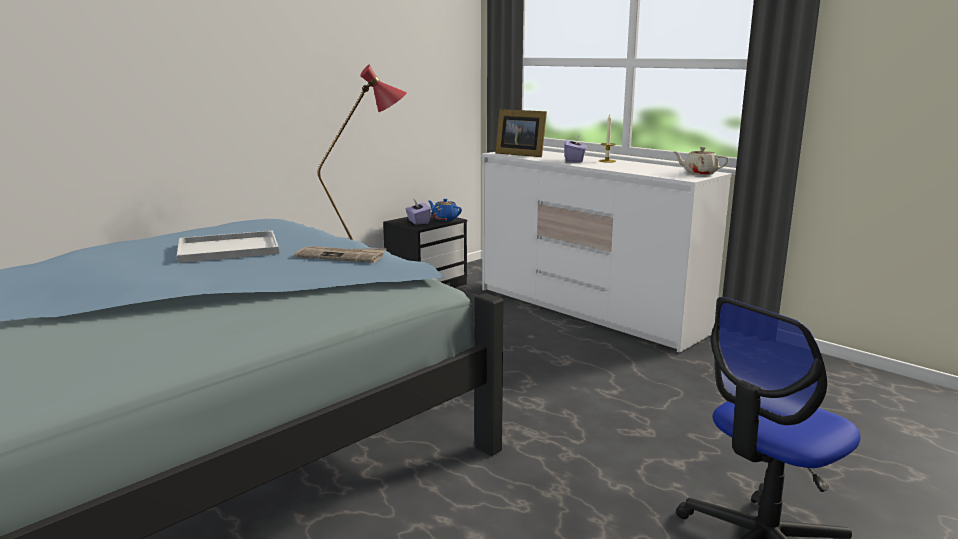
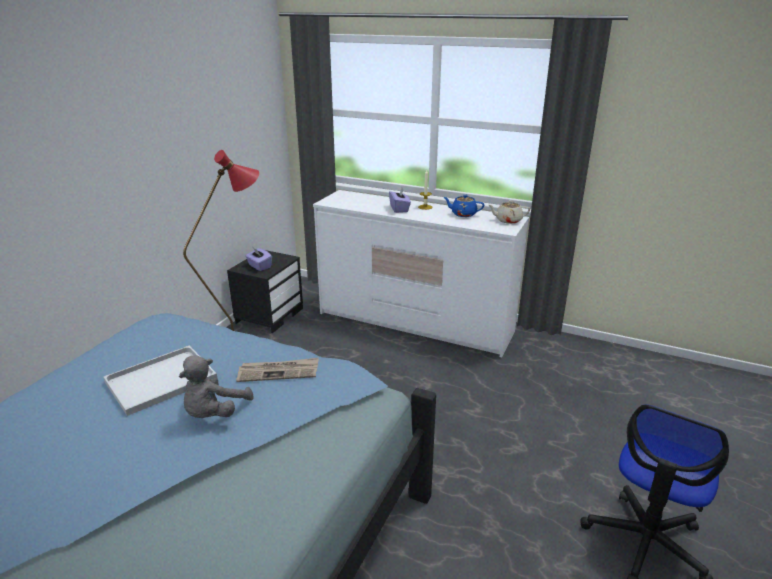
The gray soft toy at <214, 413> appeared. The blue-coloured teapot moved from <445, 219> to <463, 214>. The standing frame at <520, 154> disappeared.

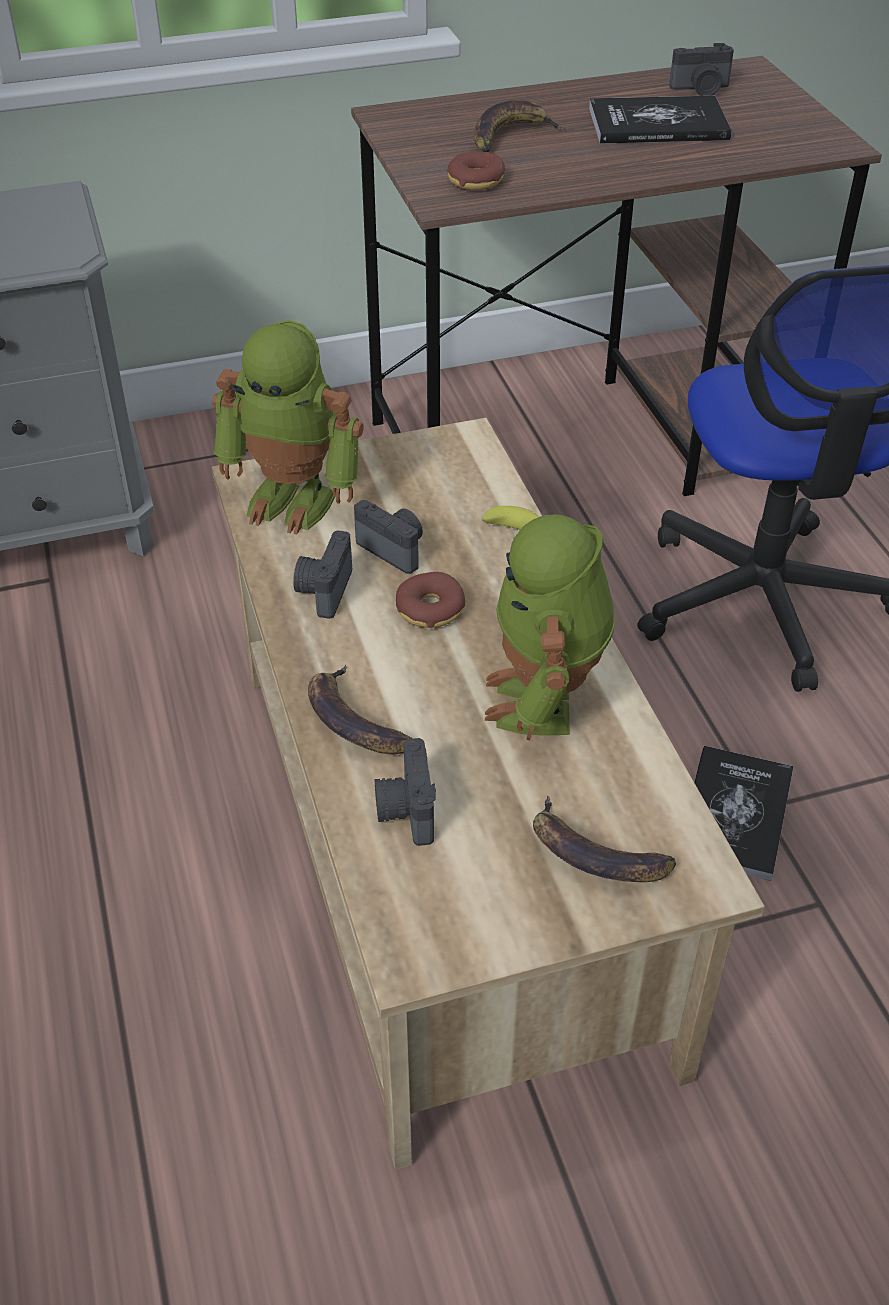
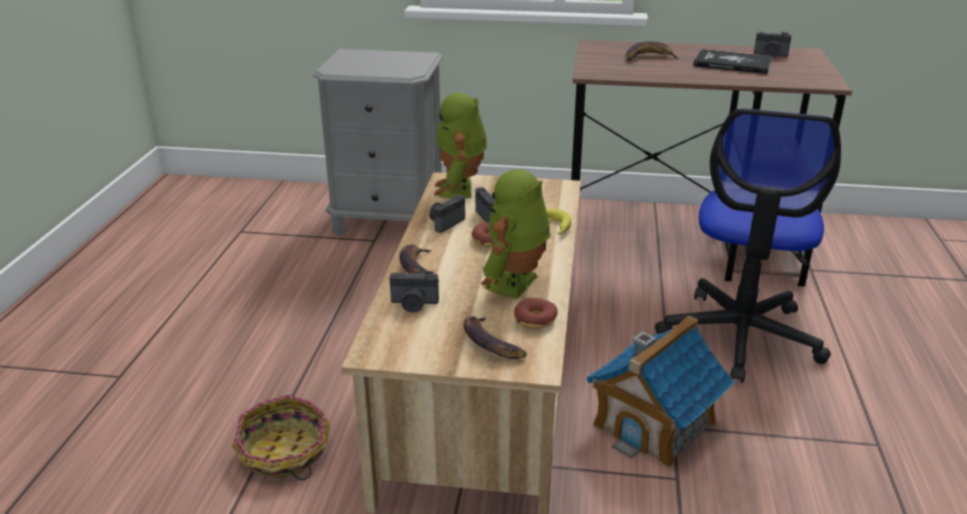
The storage basket at <284, 453> appeared. The photo camera at <405, 810> turned 105 degrees counterclockwise. The robot figure at <295, 498> turned 45 degrees clockwise. The ring doughnut moved from <476, 181> to <535, 319>. The book at <735, 814> was replaced by the toy house at <655, 424>.

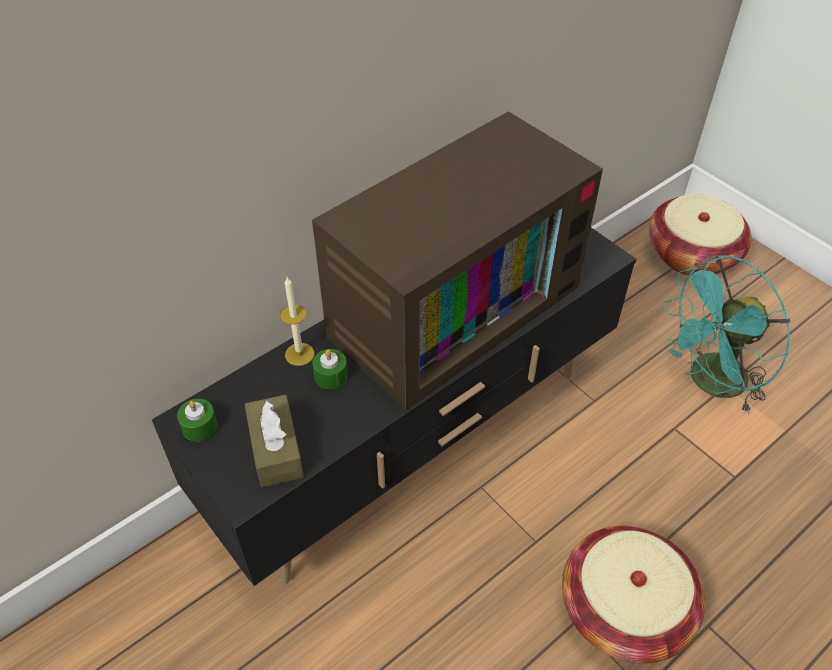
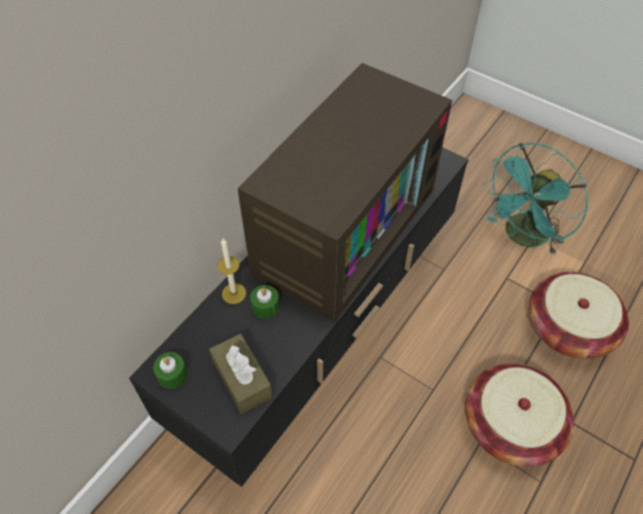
The storage basket moved from <692, 255> to <568, 328>.

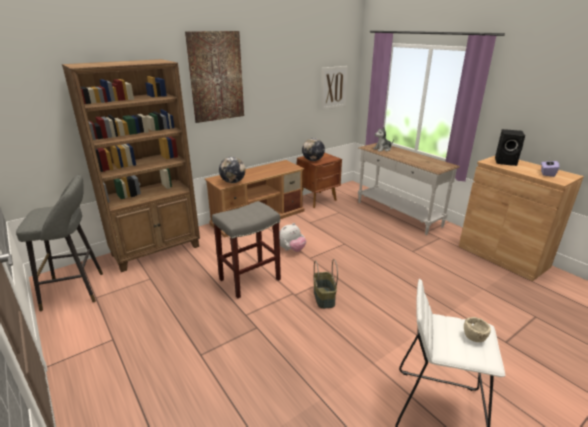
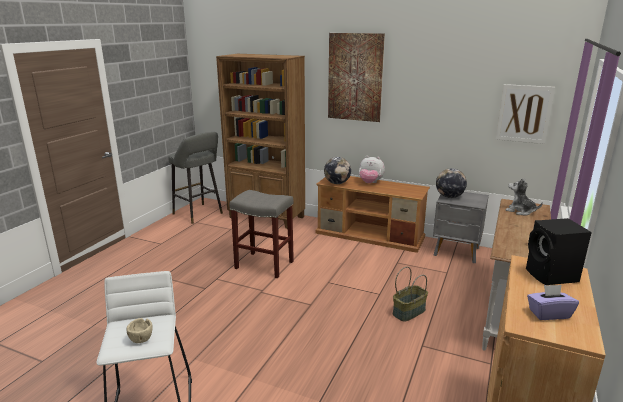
The soft toy moved from <291, 250> to <370, 183>. The storage basket moved from <323, 297> to <408, 311>. The brown bedside table at <318, 199> became the gray bedside table at <457, 252>.

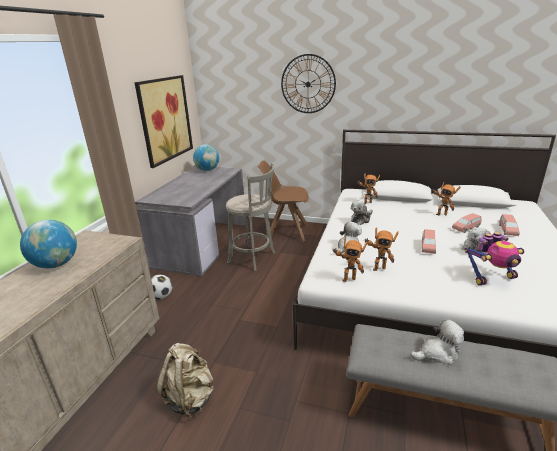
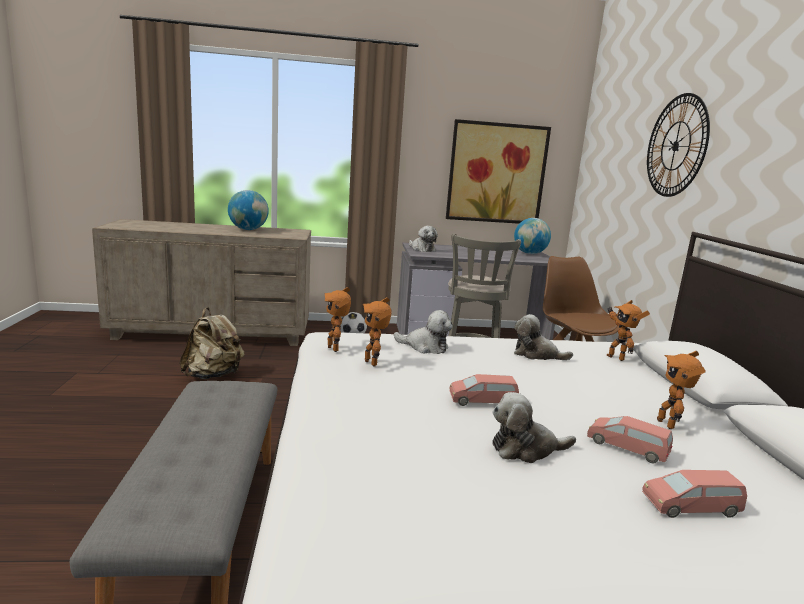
The soft toy moved from <438, 353> to <421, 249>. The robot figure at <491, 277> disappeared.

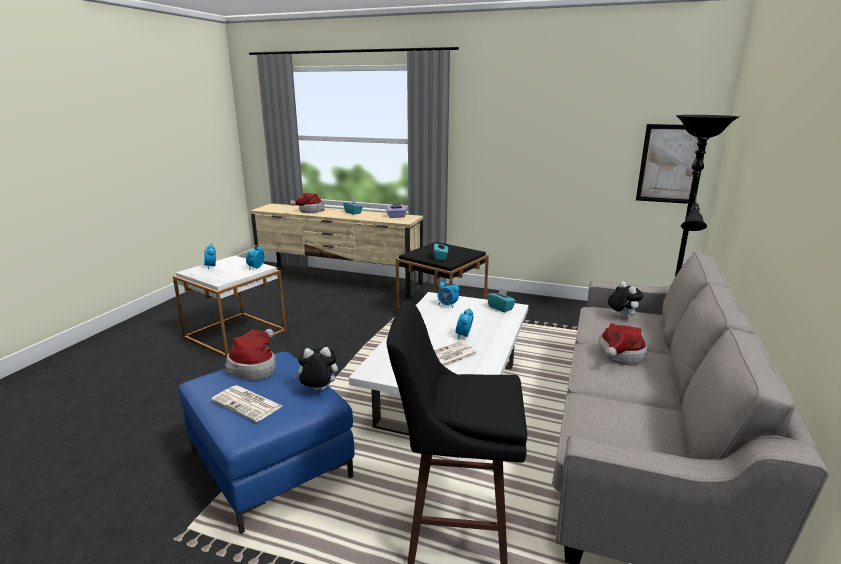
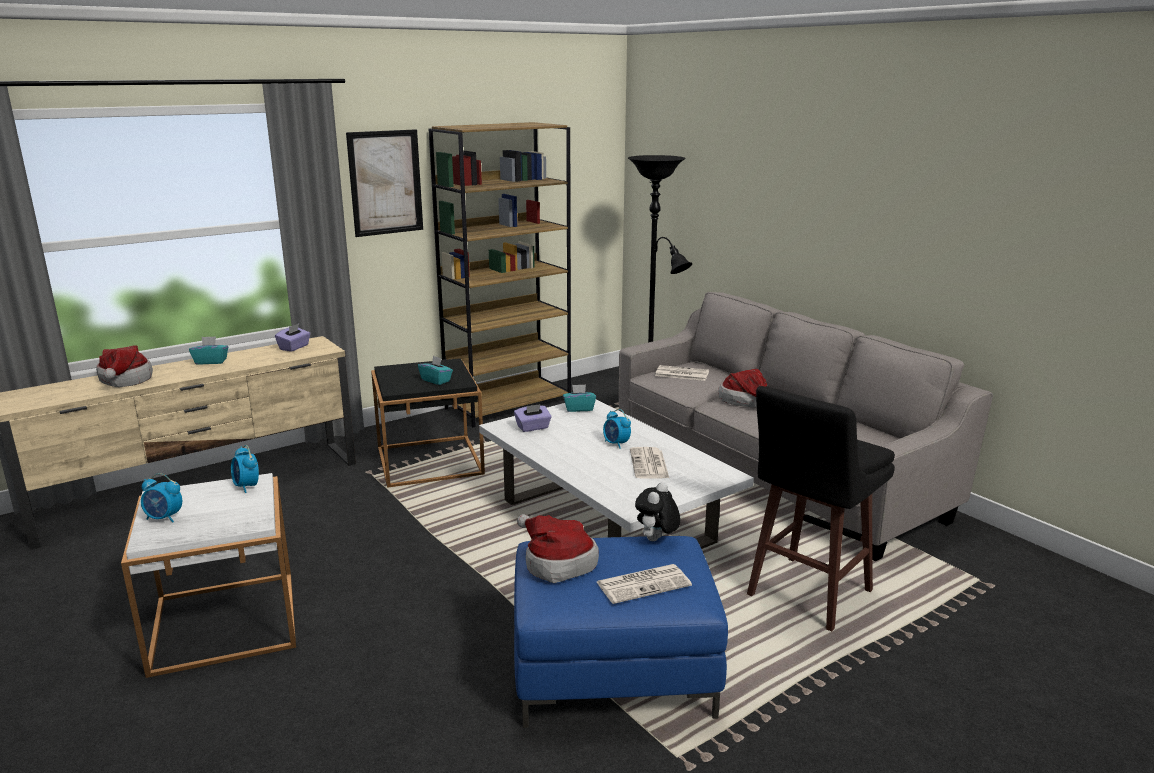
The wall picture moved from <671, 164> to <385, 182>. The brown shelving unit at <508, 405> appeared. The alarm clock at <447, 305> was replaced by the purple tissue holder at <533, 427>. The soft toy at <622, 317> was replaced by the newspaper at <681, 374>.

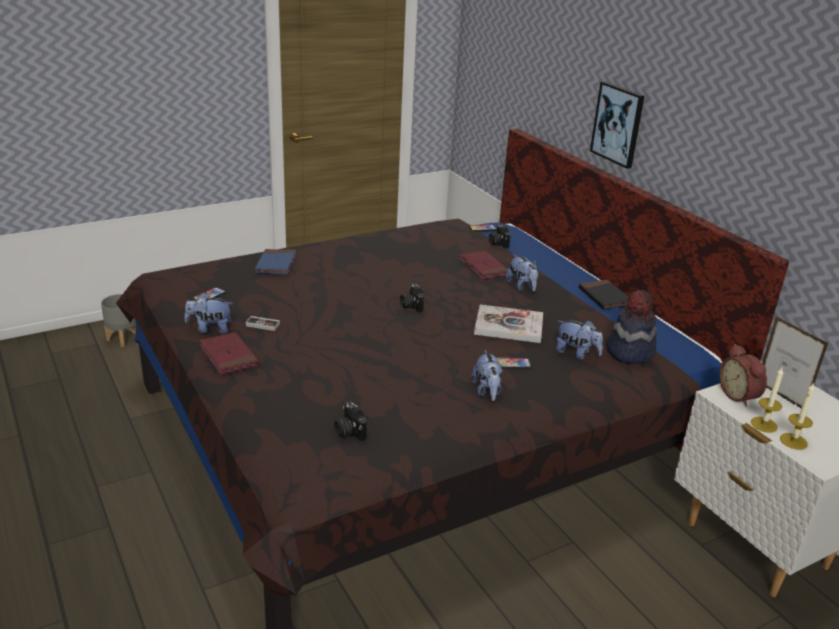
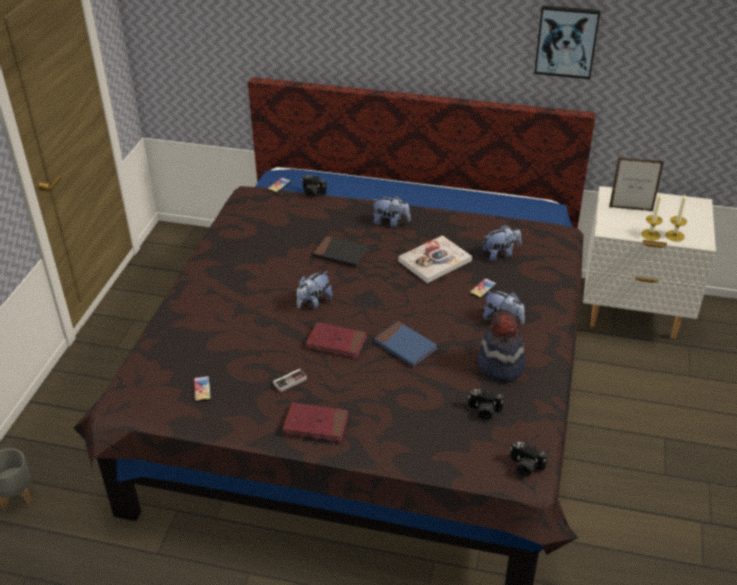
The soft toy moved from <210, 329> to <313, 302>. The reddish book moved from <483, 267> to <336, 342>. The blackish book moved from <604, 297> to <340, 254>. The blue-coloured book moved from <276, 264> to <405, 346>. The hat moved from <629, 351> to <500, 365>. The photo camera moved from <411, 305> to <525, 467>. The wall picture moved from <618, 124> to <566, 41>. The alarm clock at <739, 395> disappeared.

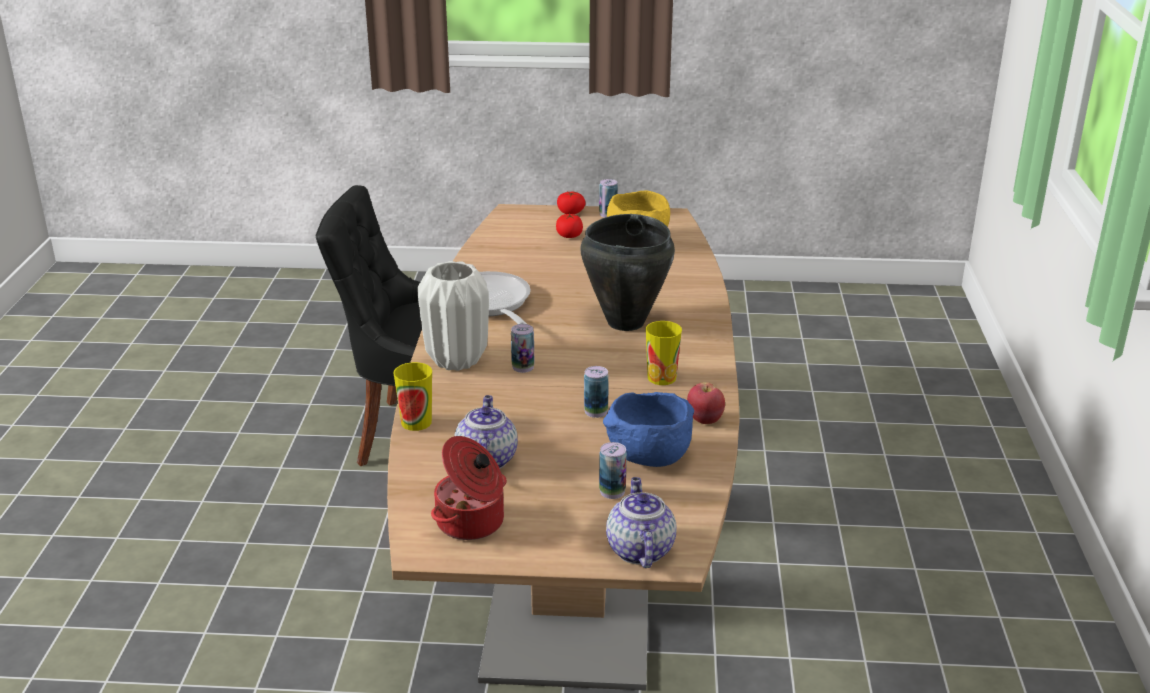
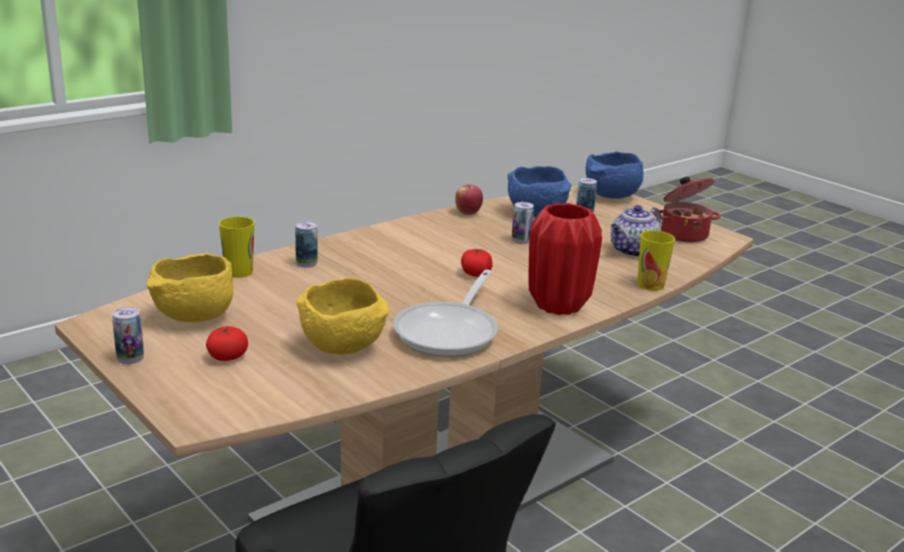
The drinking cup moved from <661, 378> to <238, 272>. The can moved from <523, 367> to <306, 263>. The yellow-coloured deep dish at <344, 347> appeared. The tomato moved from <570, 212> to <476, 273>. The white-coloured vase at <456, 360> became the reddish vase at <557, 306>. The teapot at <639, 549> was replaced by the blue-coloured deep dish at <611, 197>. The blackish cooking pot at <625, 322> disappeared.

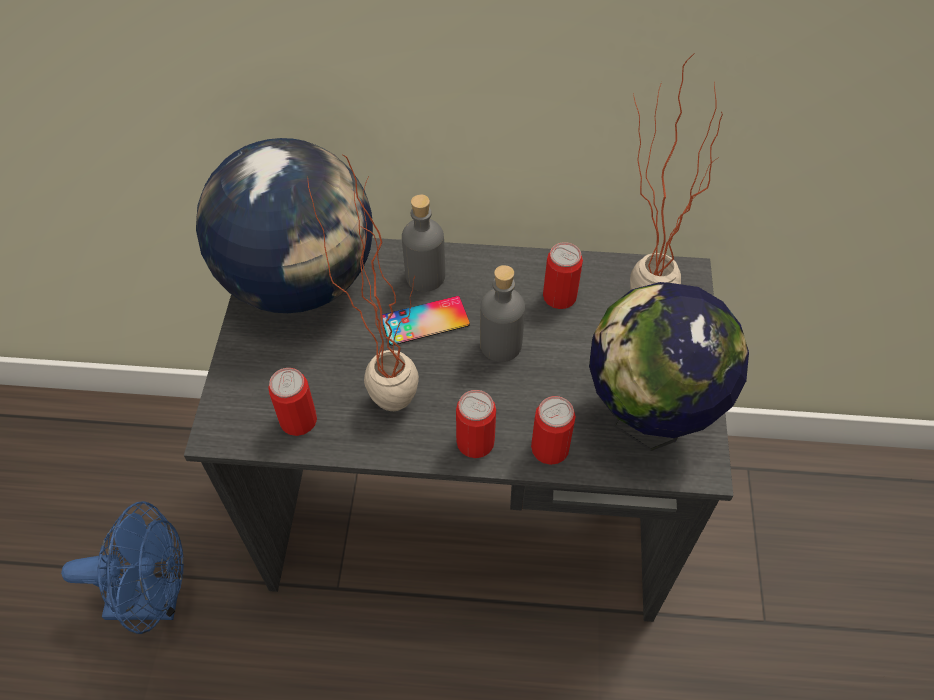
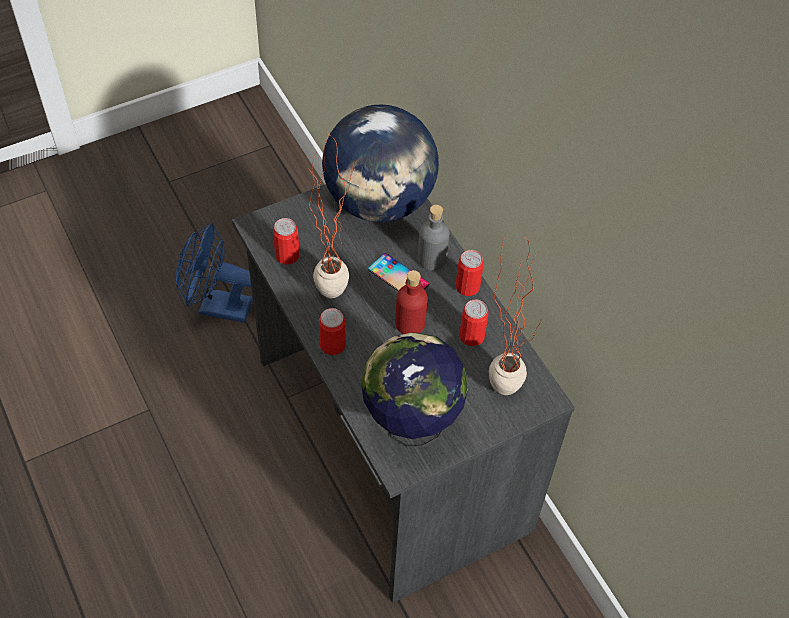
The blue-coloured cooling fan at <156, 599> turned 135 degrees clockwise. The gray beverage bottle at <500, 345> became the reddish beverage bottle at <410, 323>. The can moved from <550, 448> to <467, 287>.

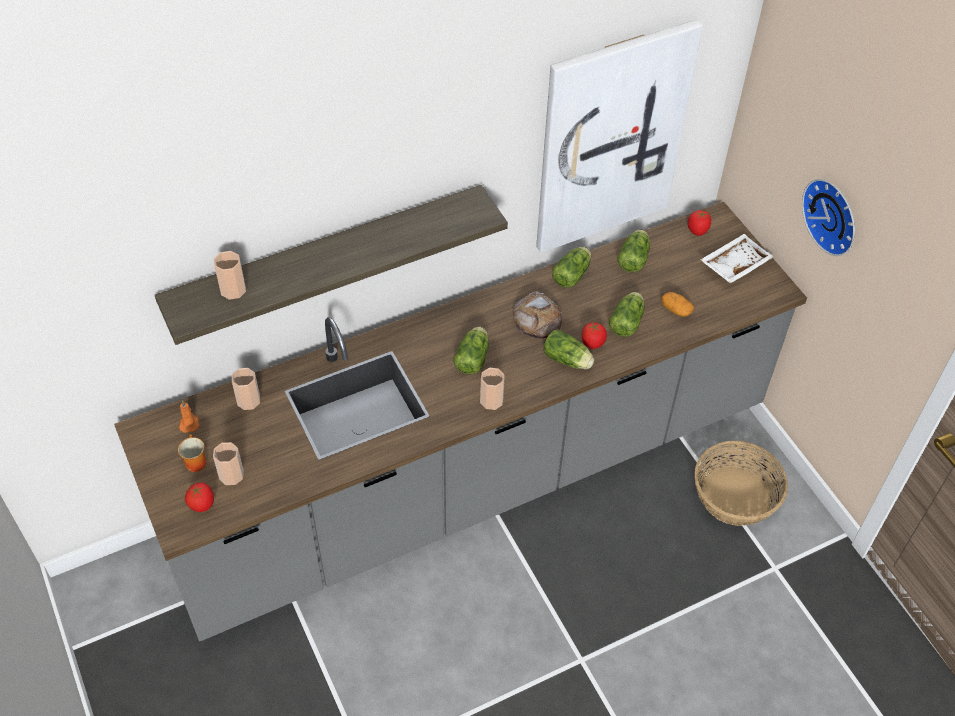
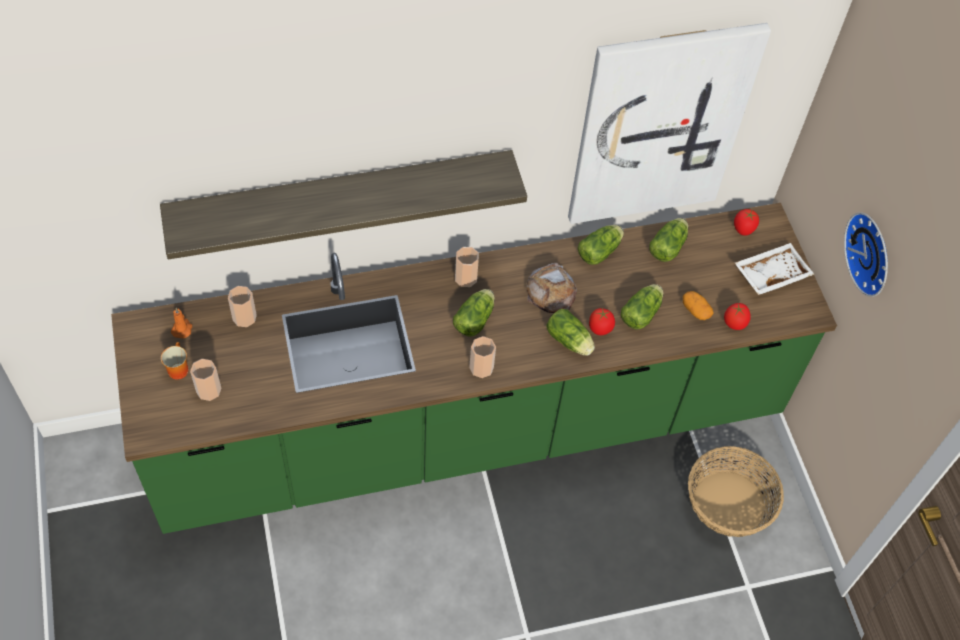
The gray kitchen counter at <474, 479> became the green kitchen counter at <470, 428>. The drinking cup moved from <233, 290> to <465, 278>. The tomato moved from <202, 504> to <734, 323>.

